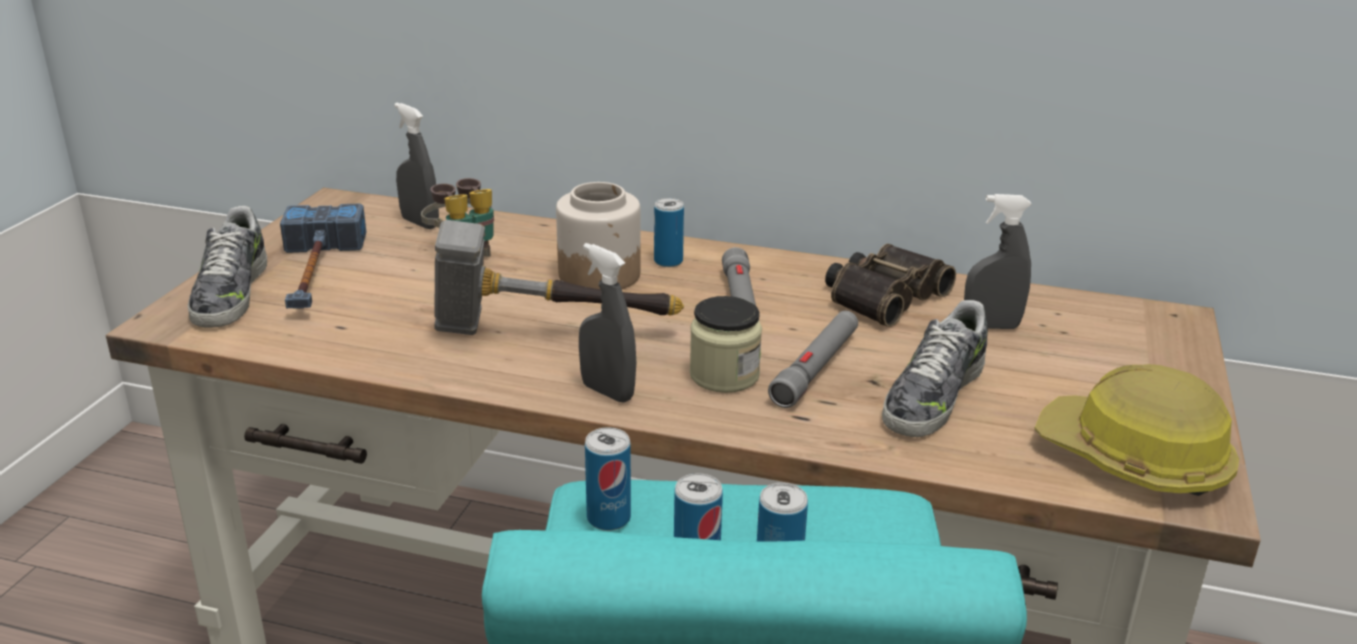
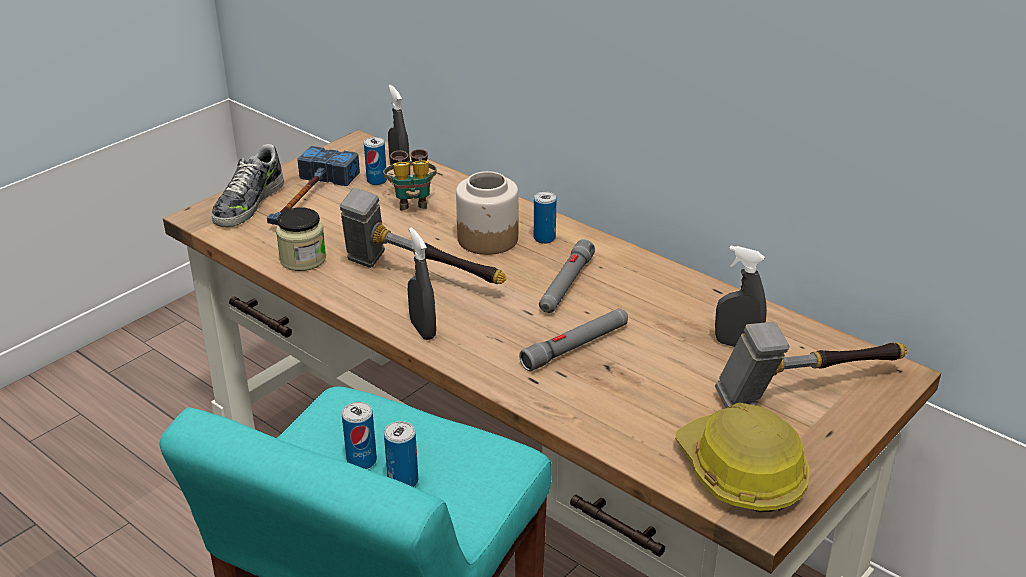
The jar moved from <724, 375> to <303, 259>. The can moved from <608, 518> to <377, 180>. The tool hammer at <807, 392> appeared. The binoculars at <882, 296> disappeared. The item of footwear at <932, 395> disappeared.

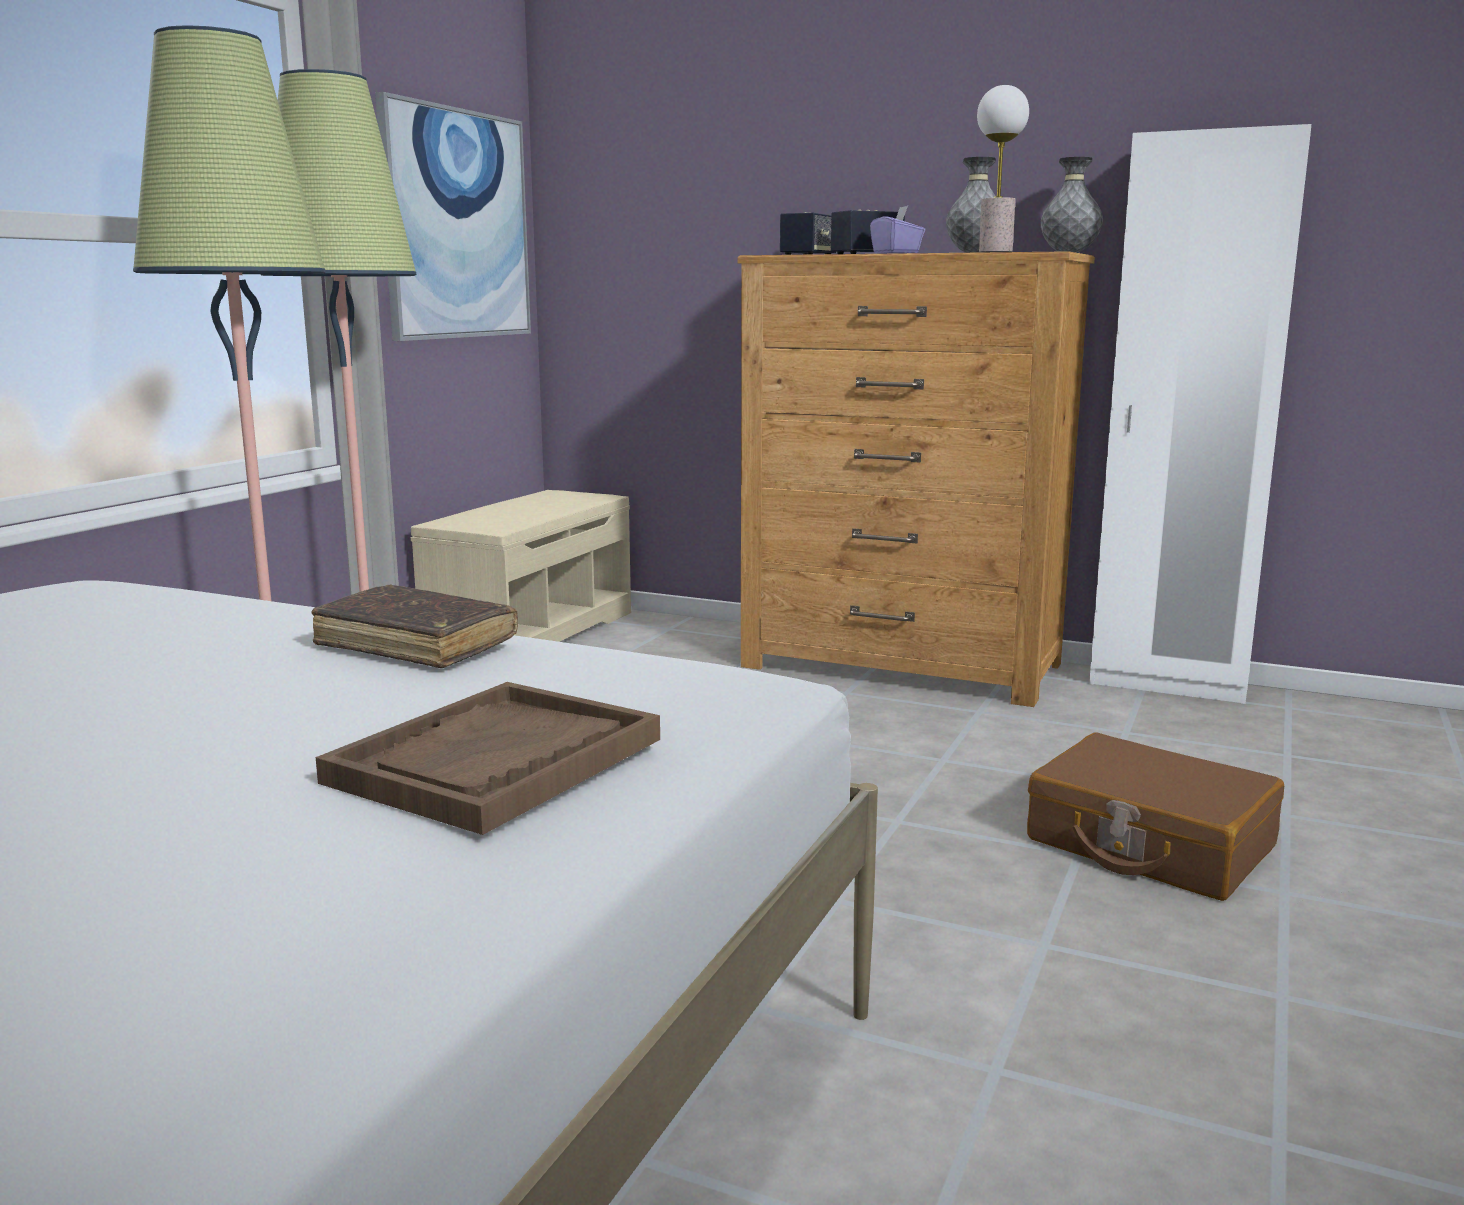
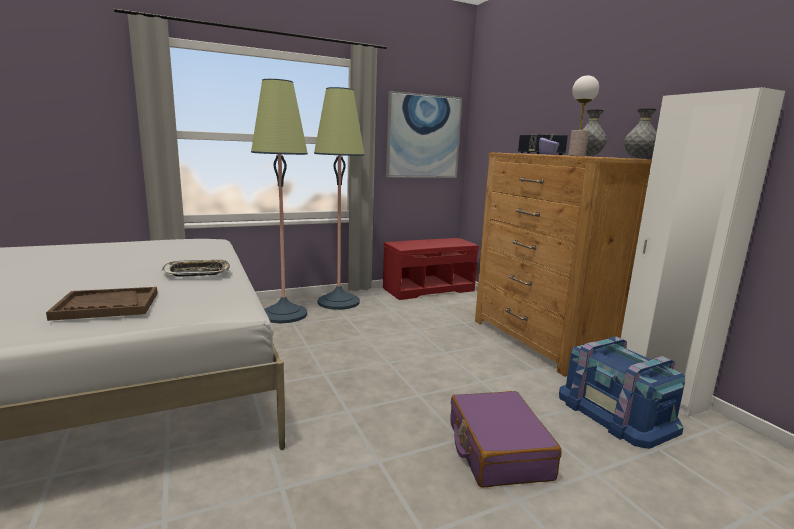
The brown book at <416, 644> was replaced by the tray at <197, 272>. The sand-coloured long seat at <531, 633> became the reddish long seat at <429, 289>. The brown piece of luggage at <1149, 844> became the purple piece of luggage at <497, 450>. The blue-coloured storage bin at <616, 412> appeared.

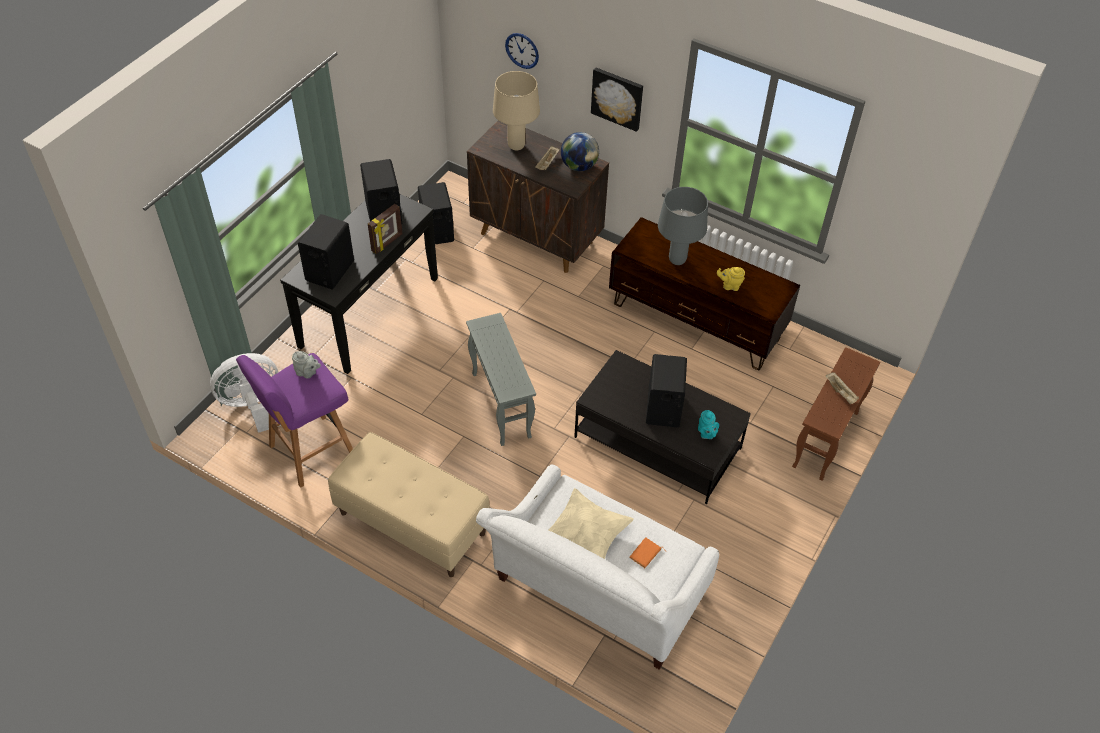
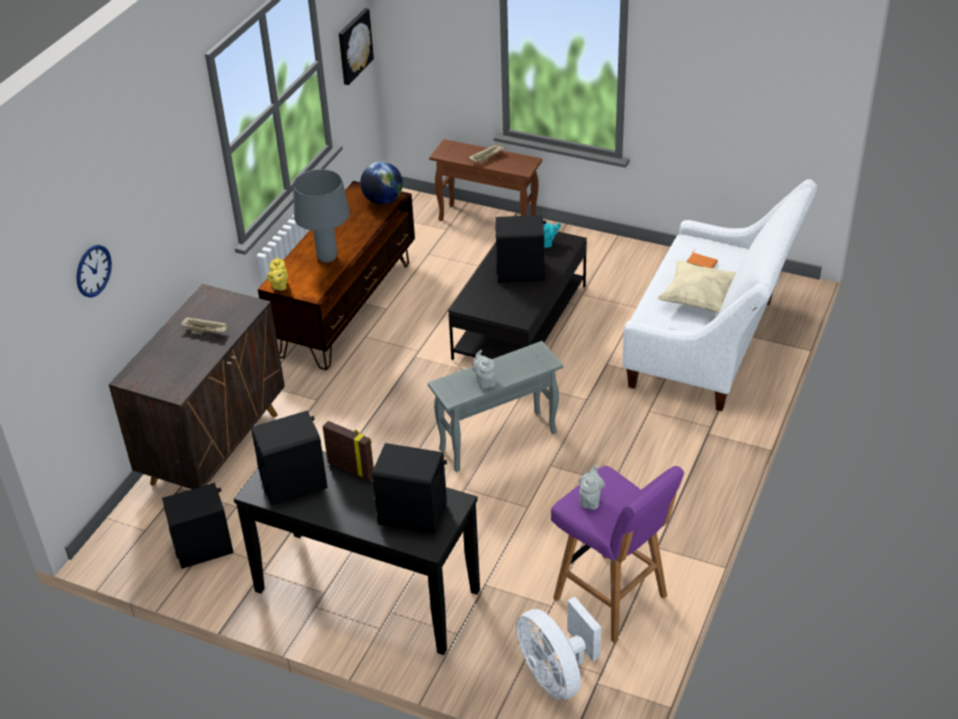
The yellow-coloured teapot moved from <730, 286> to <279, 286>. The wall picture moved from <617, 98> to <353, 46>. The world globe moved from <579, 166> to <383, 200>. The gray teapot at <485, 381> appeared. The sand-coloured long seat at <411, 523> disappeared. The sand-coloured tabletop lamp at <516, 146> disappeared.

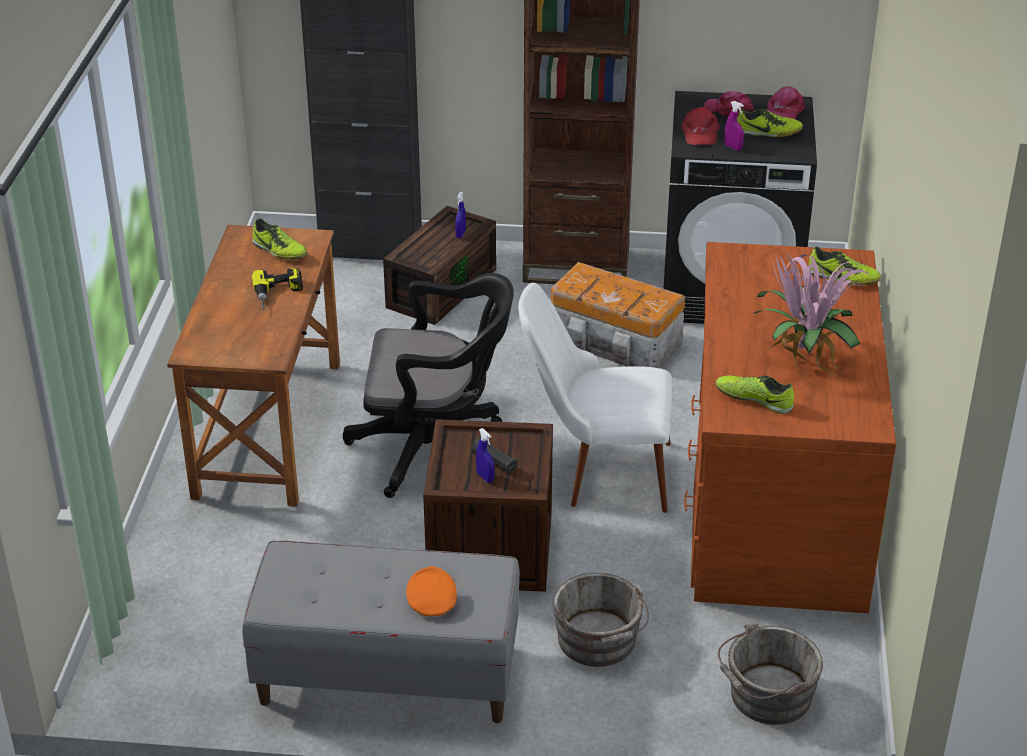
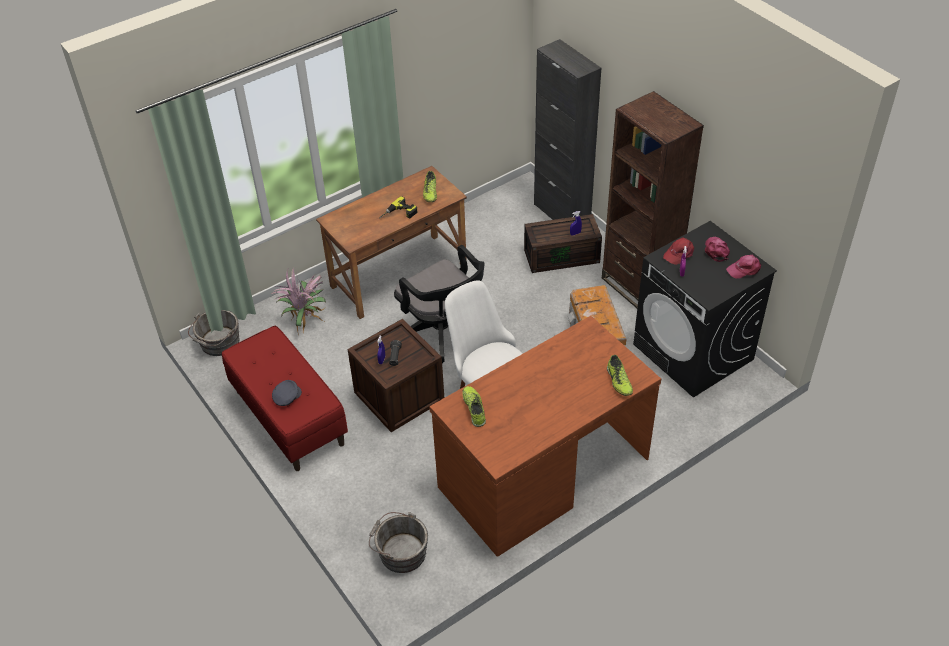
The gray bucket moved from <598, 642> to <218, 343>. The gray long seat at <387, 676> became the reddish long seat at <288, 417>. The potted plant moved from <803, 357> to <305, 320>. The orange baseball cap at <431, 601> became the gray baseball cap at <286, 396>. The item of footwear at <768, 133> disappeared.

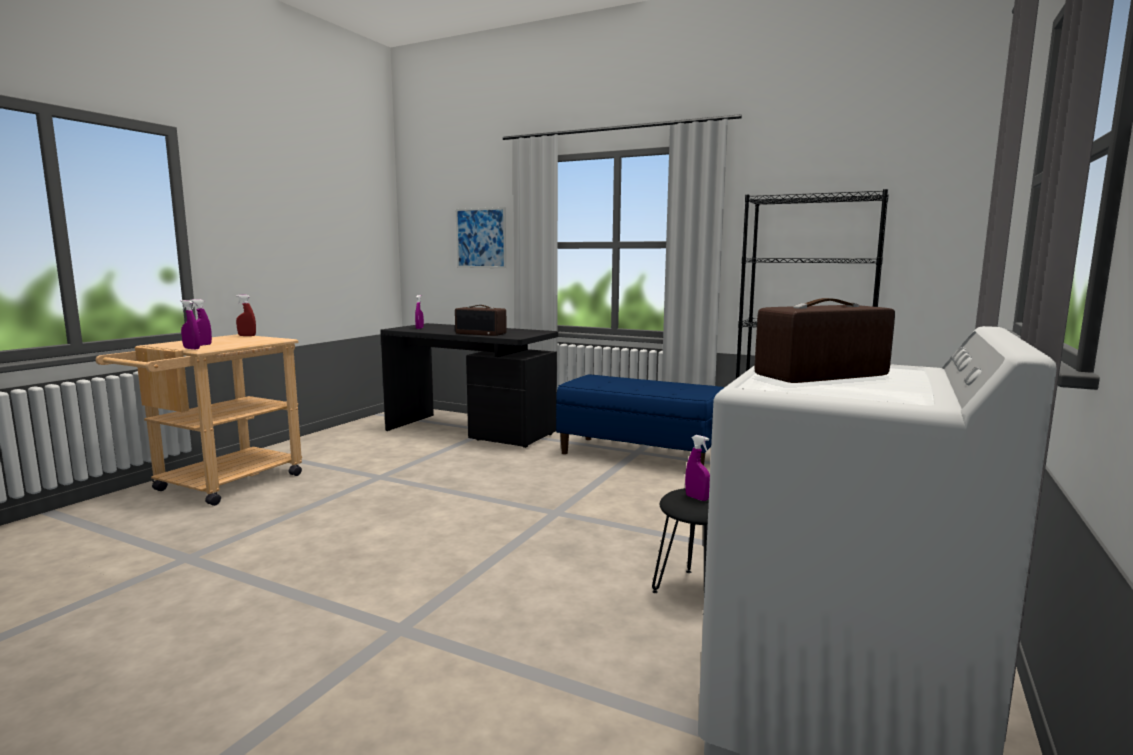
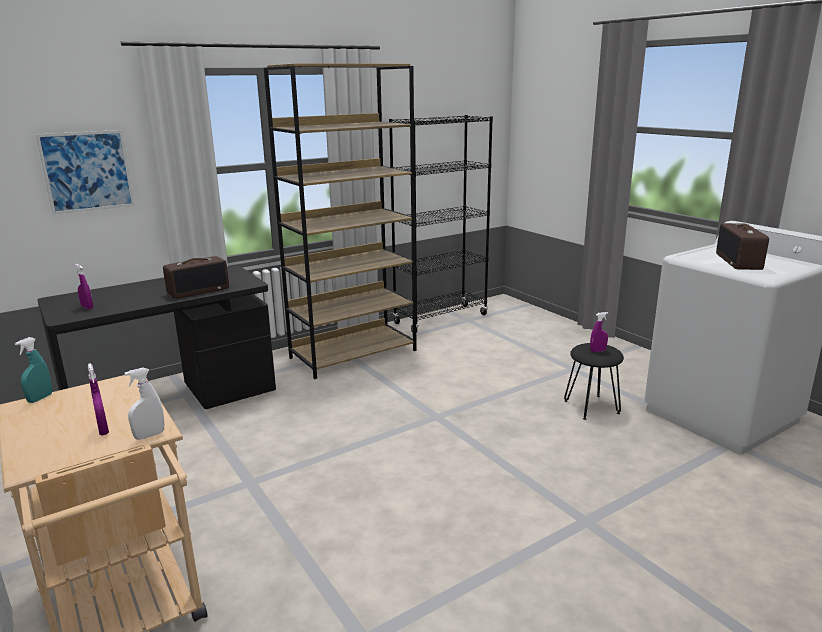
The reddish hand sprayer at <247, 336> became the turquoise-coloured hand sprayer at <40, 398>. The purple hand sprayer at <191, 348> became the white-coloured hand sprayer at <149, 435>. The blue-coloured long seat at <640, 455> was replaced by the brown shelving unit at <354, 354>.

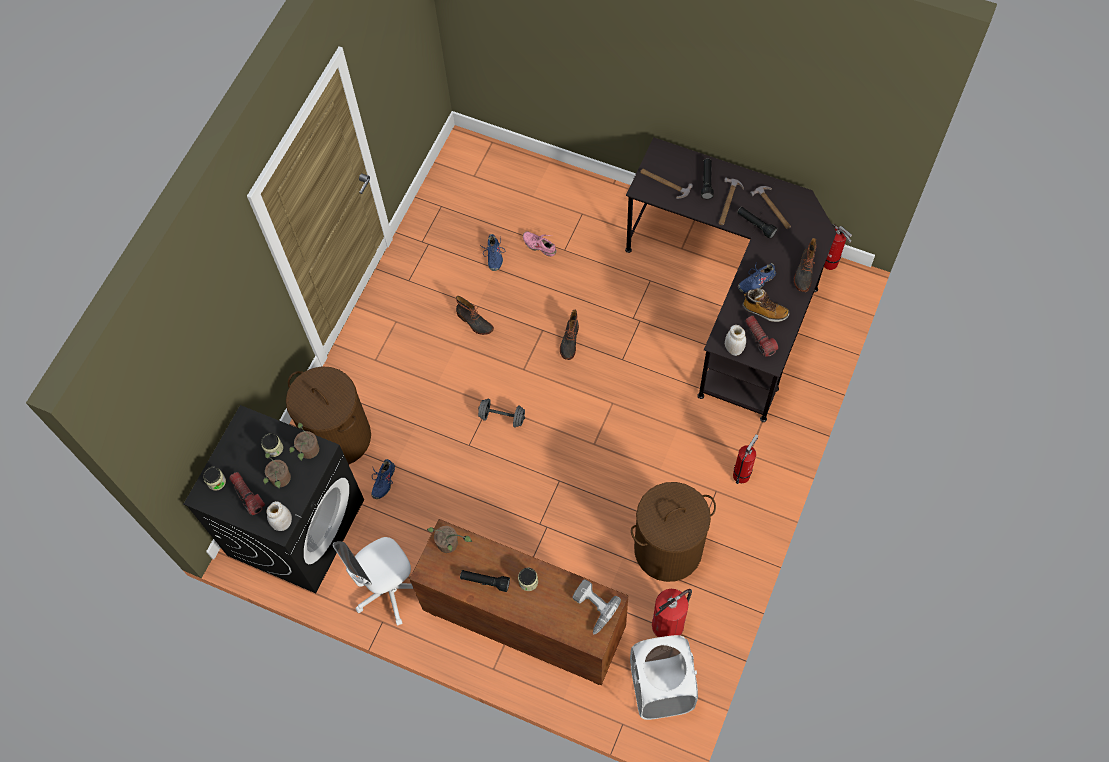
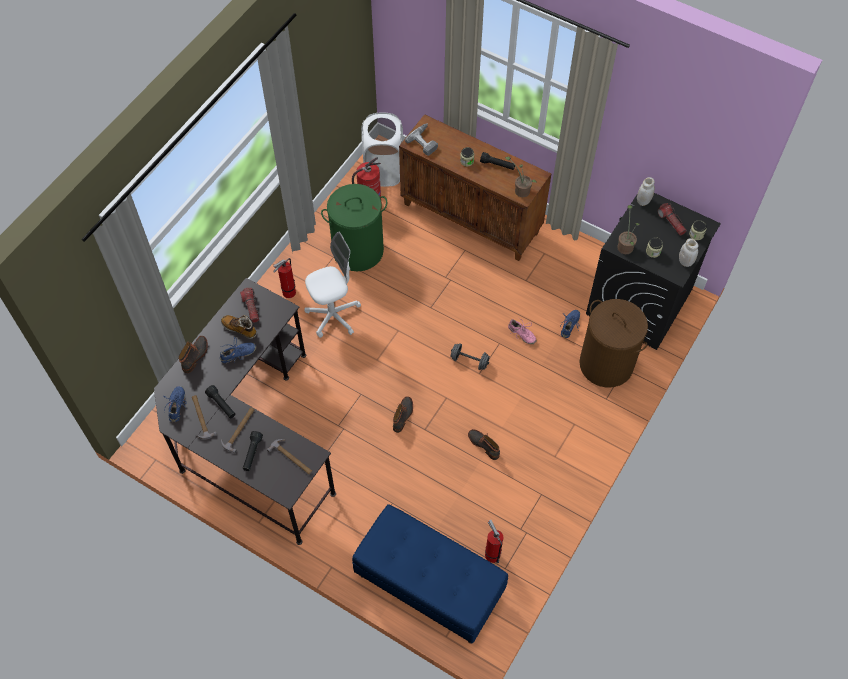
The blue-coloured item of footwear moved from <493, 256> to <177, 406>. The white-coloured office chair moved from <389, 590> to <333, 316>. The brown hamper at <668, 549> became the green hamper at <358, 250>. The blue-coloured long seat at <428, 586> appeared. The fire extinguisher moved from <831, 264> to <491, 553>. The pinkish item of footwear moved from <539, 245> to <521, 334>. The white-coloured jar moved from <733, 349> to <685, 262>. The potted plant at <280, 480> disappeared.

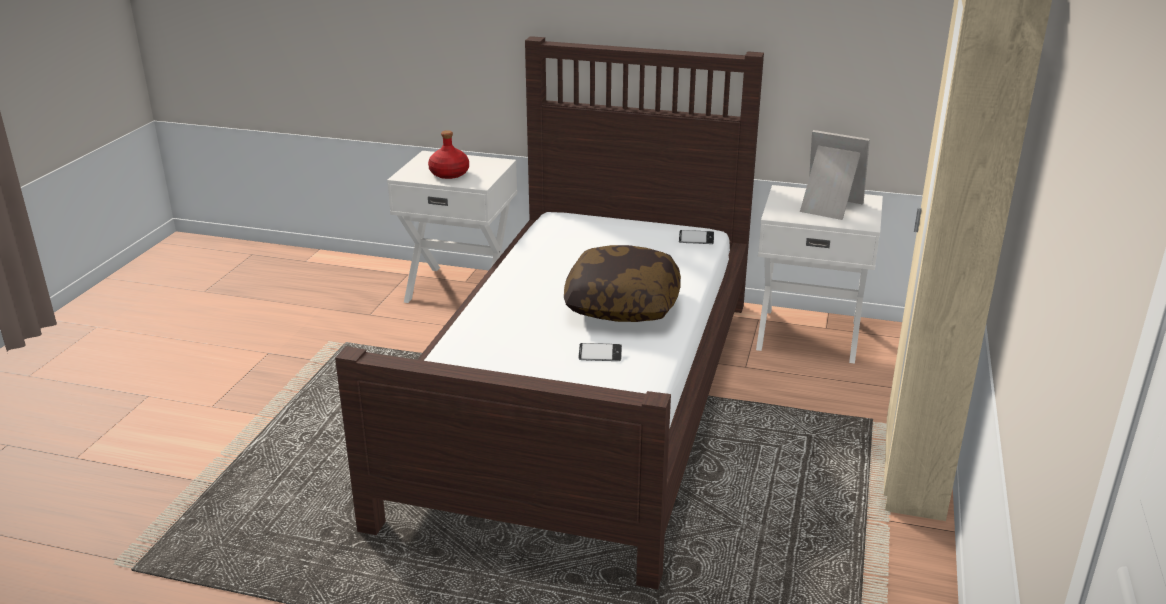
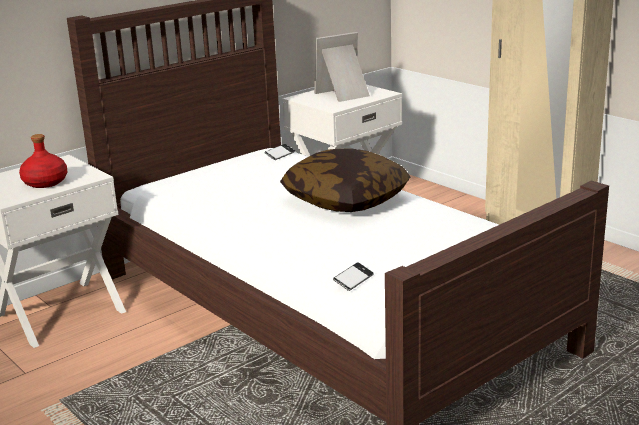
The phone moved from <600, 355> to <353, 280>.

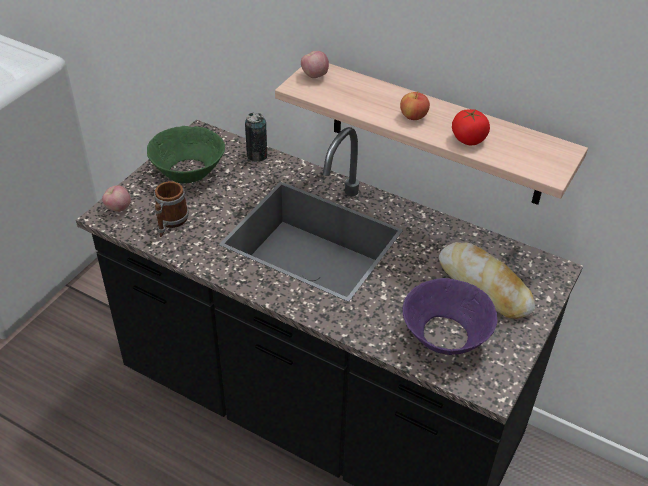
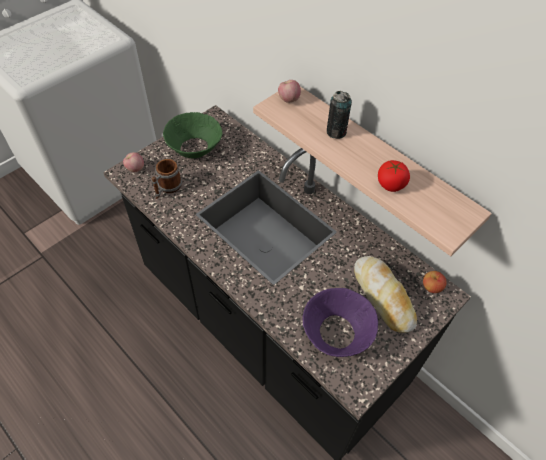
The can moved from <257, 156> to <336, 132>. The whole apple moved from <413, 116> to <431, 287>.

